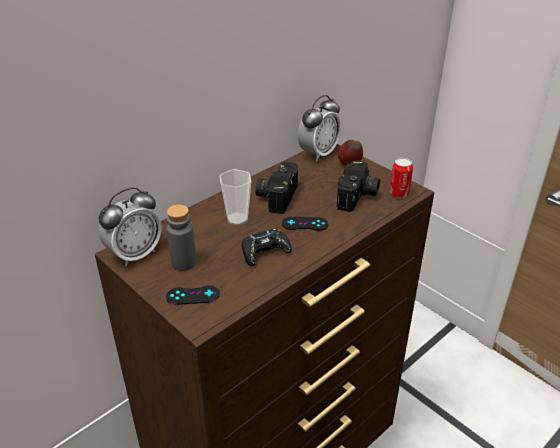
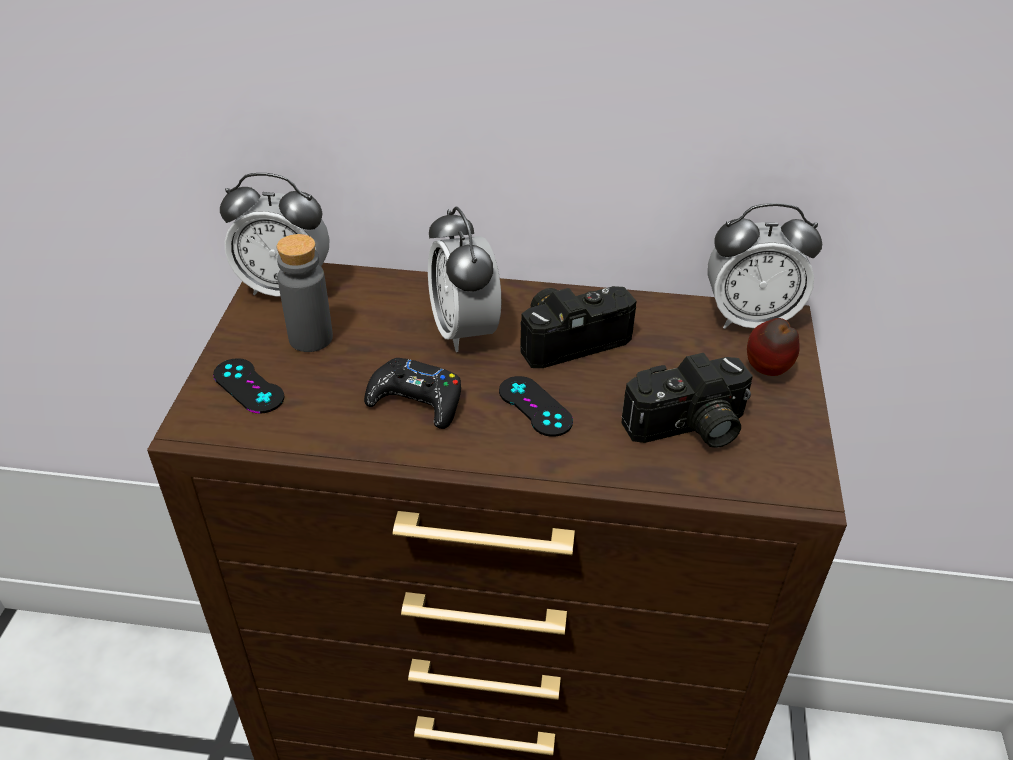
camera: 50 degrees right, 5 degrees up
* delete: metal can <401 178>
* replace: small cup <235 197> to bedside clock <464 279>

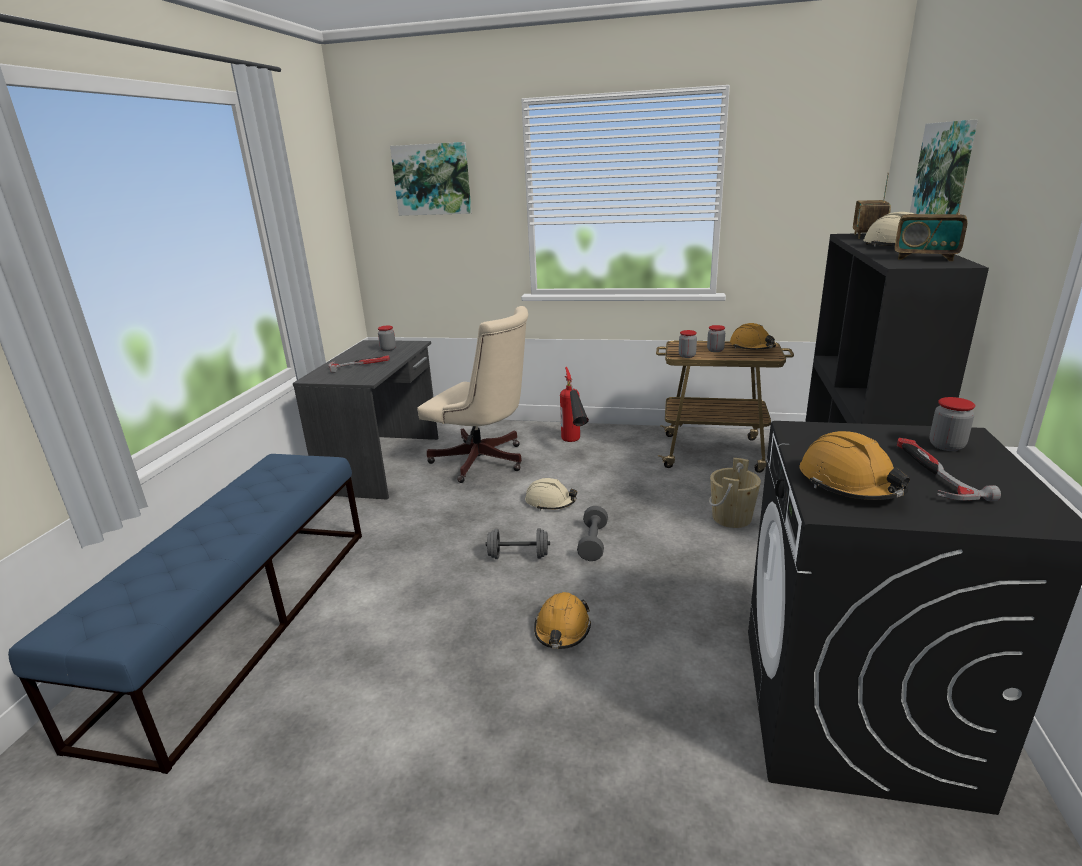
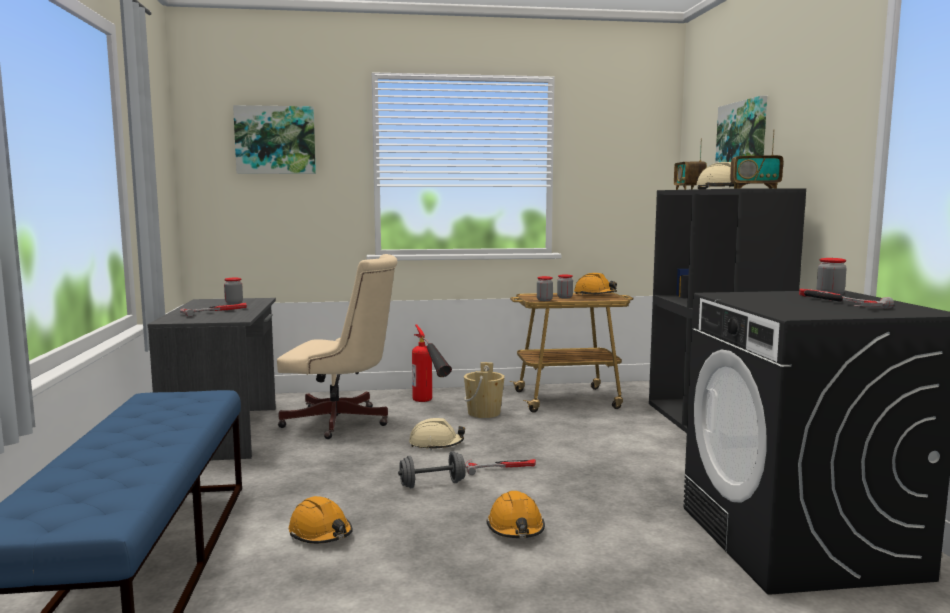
camera: 20 degrees left, 15 degrees down
* move: beige pail <735 493> to <484 390>
* move: orange safety helmet <854 465> to <321 520>
* replace: gray free weight <592 533> to hand hammer <500 467>

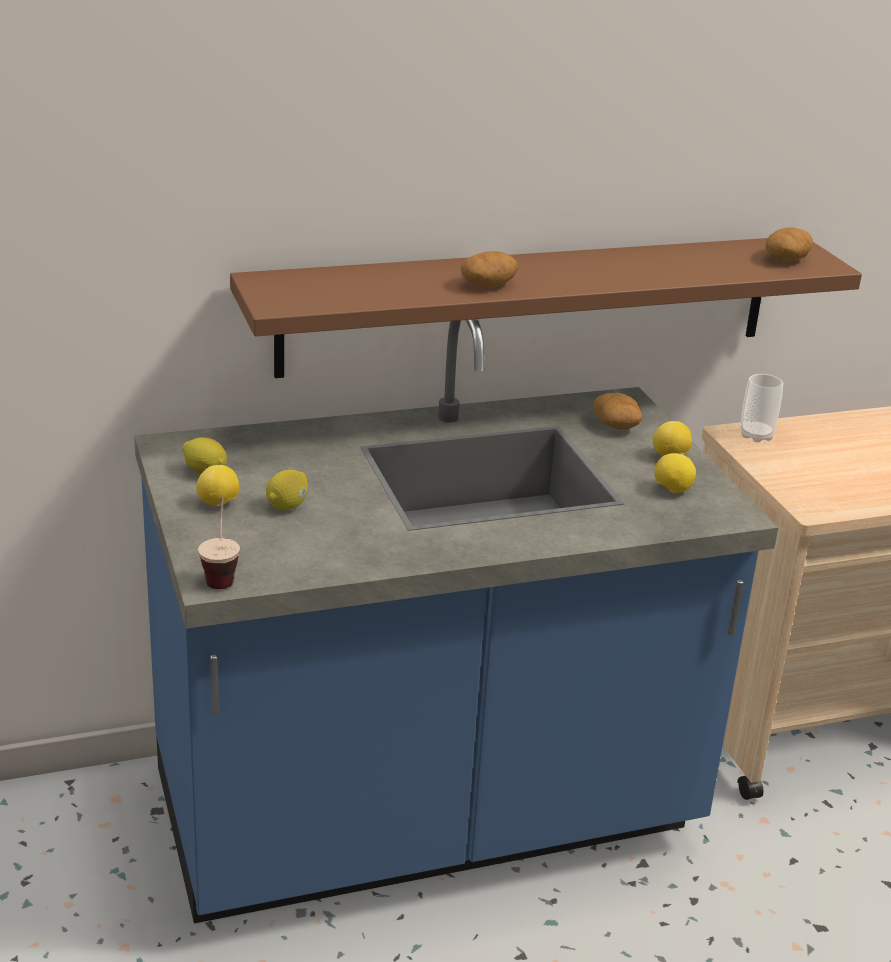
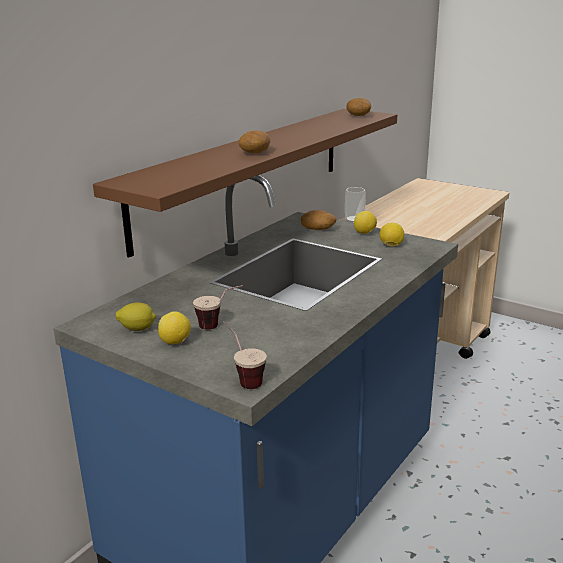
camera: 35 degrees left, 5 degrees down
* replace: whole lemon <287 490> to small cup <218 307>

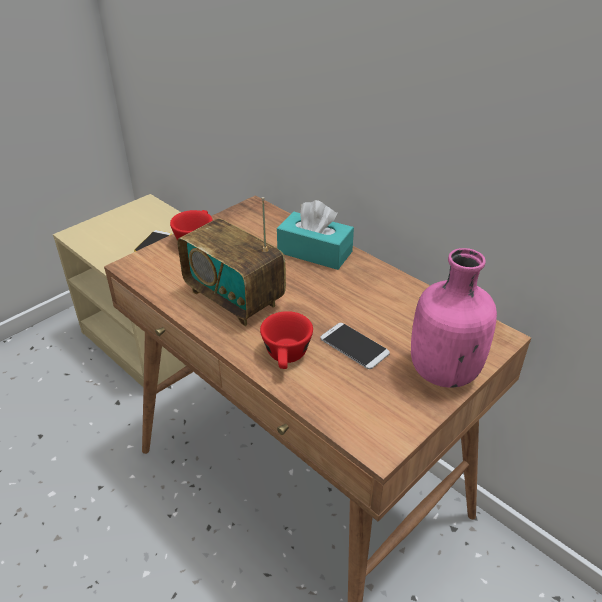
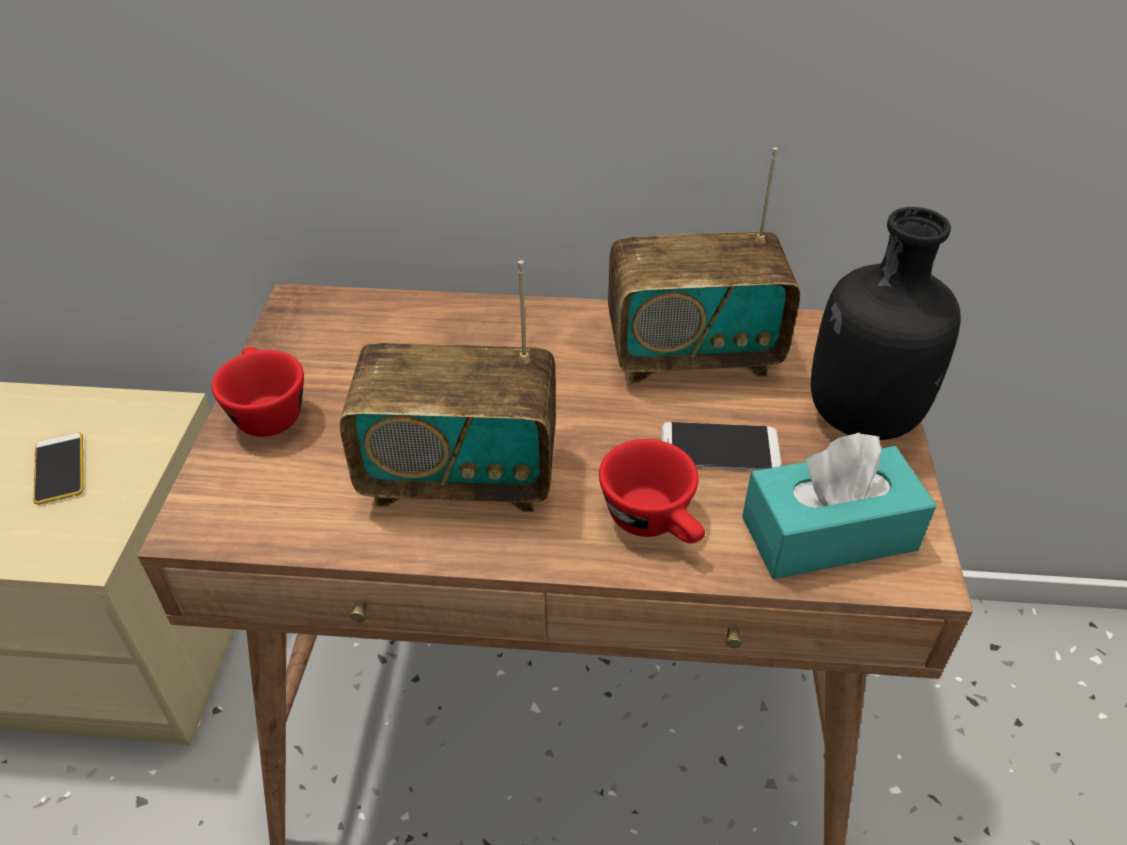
camera: 40 degrees left, 5 degrees up
* insert: radio set <704 265>
* move: blue-green tissue holder <315 235> to <839 505>
* recolor: pinkish drink bottle <454 318> to black-coloured drink bottle <886 323>

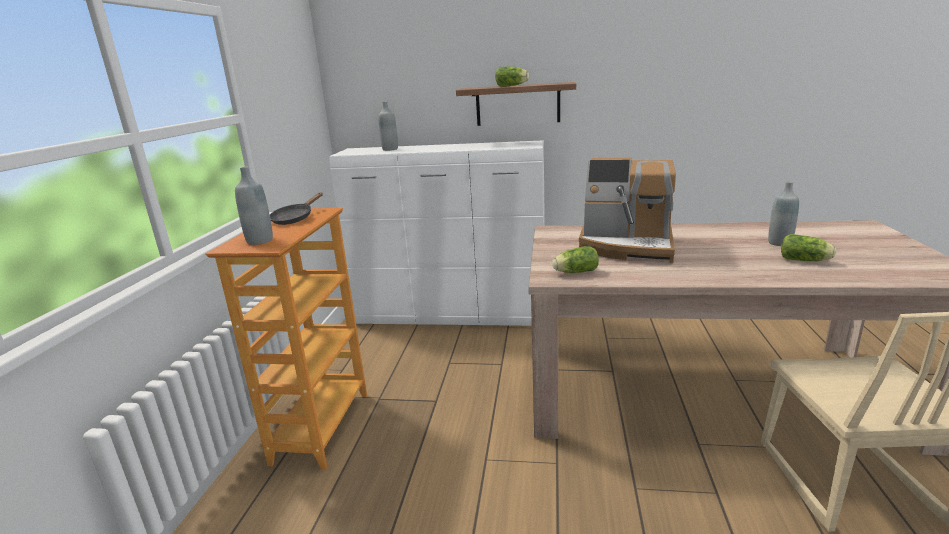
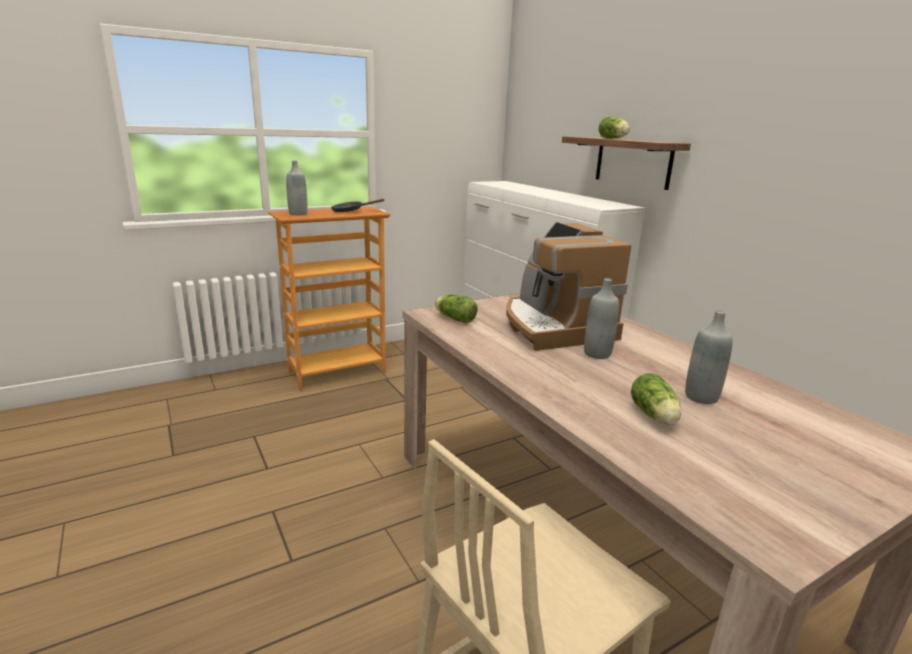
camera: 50 degrees right, 0 degrees up
* move: gray drink bottle <388 126> to <601 318>

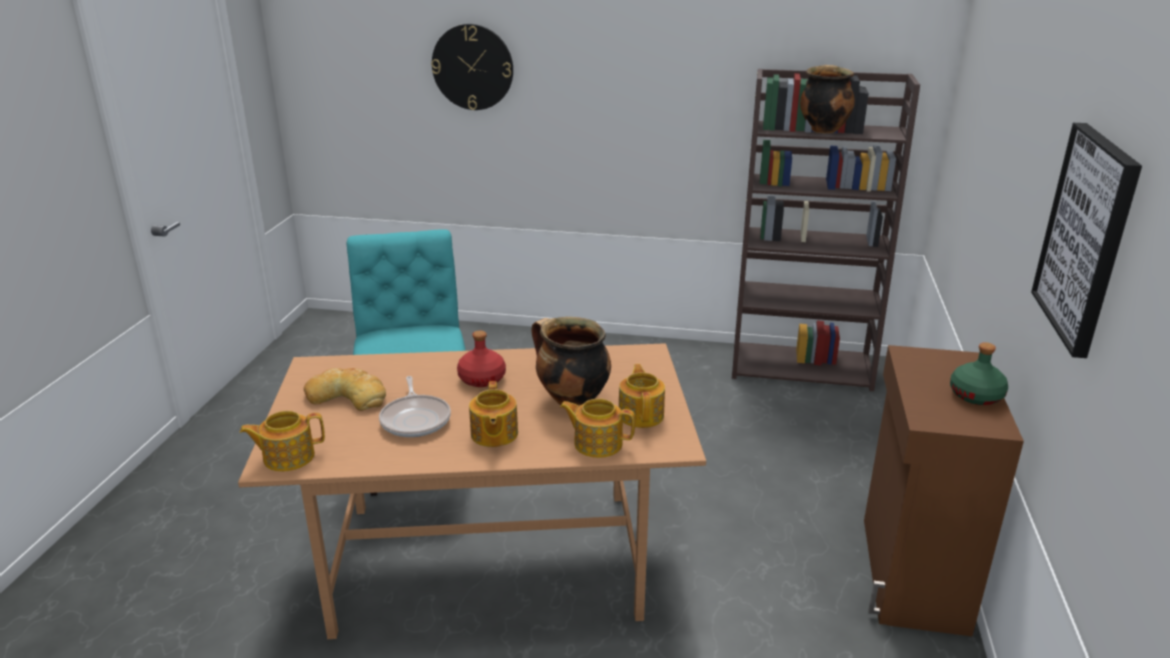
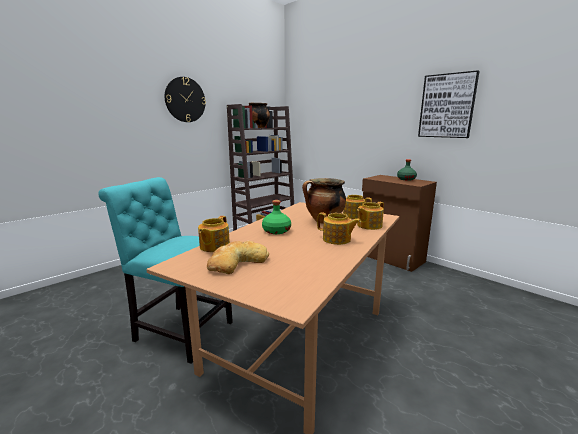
camera: 55 degrees left, 10 degrees down
* delete: pan <415 406>
* move: tea pot <282 441> to <214 234>
* move: clock on the wall <472 67> to <185 99>
* recolor: reddish drink bottle <481 358> to greenish drink bottle <276 217>

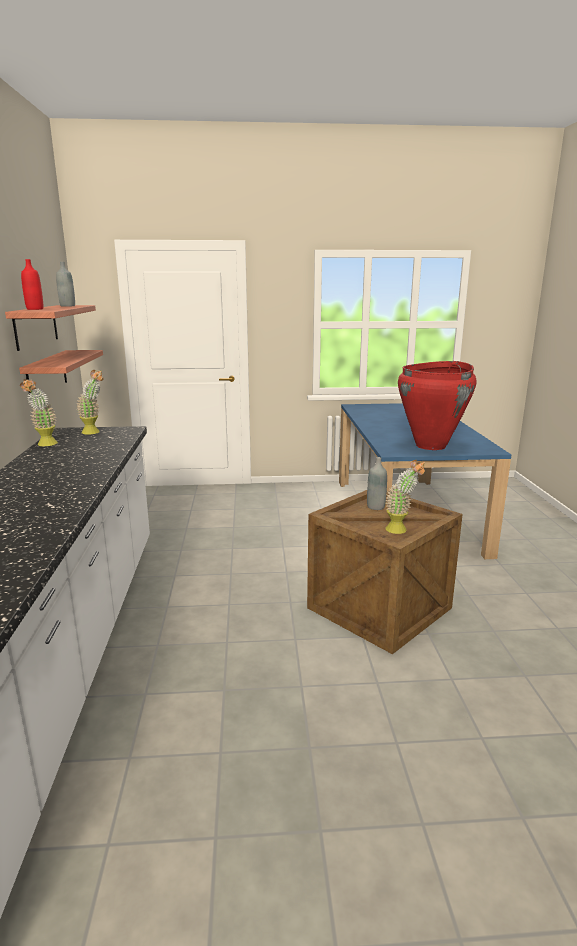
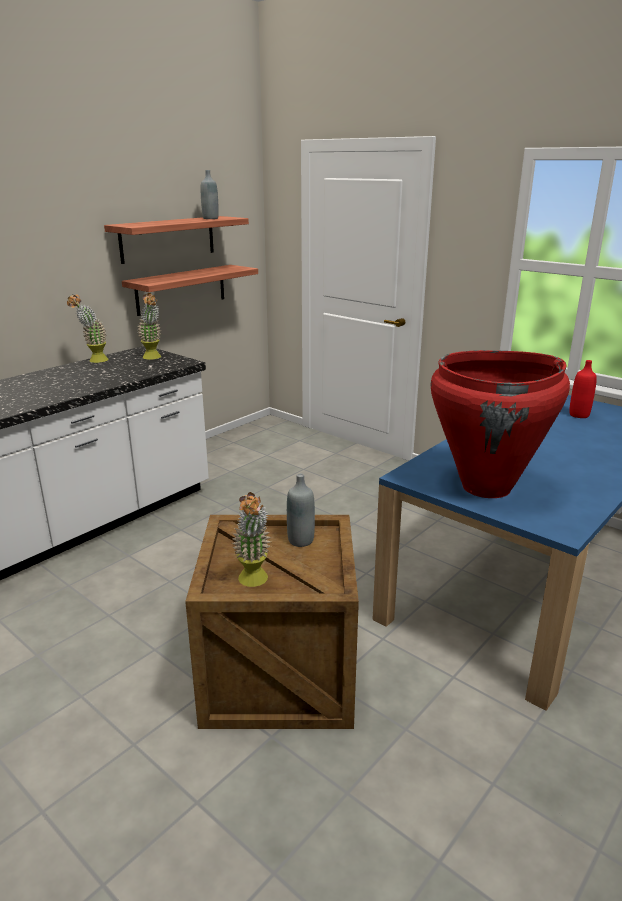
camera: 45 degrees right, 5 degrees up
* move: reddish drink bottle <32 284> to <583 389>

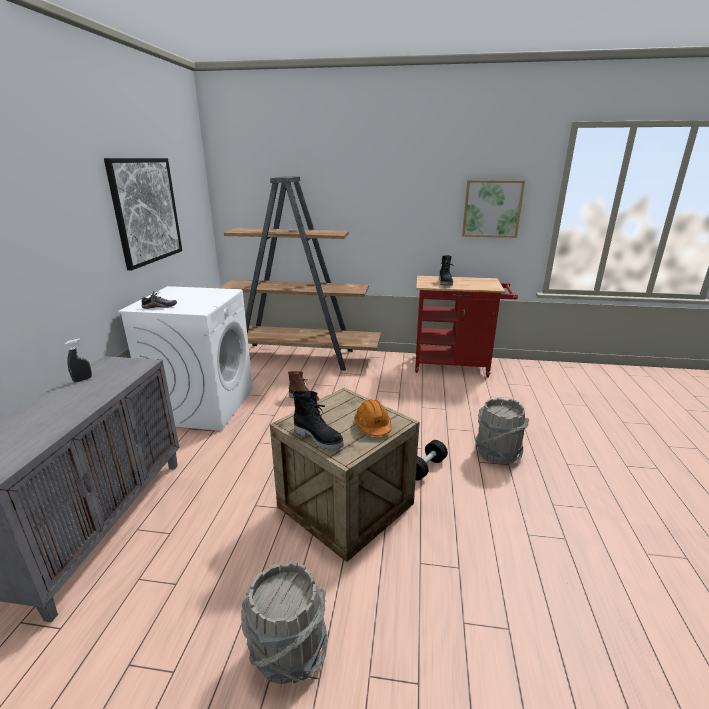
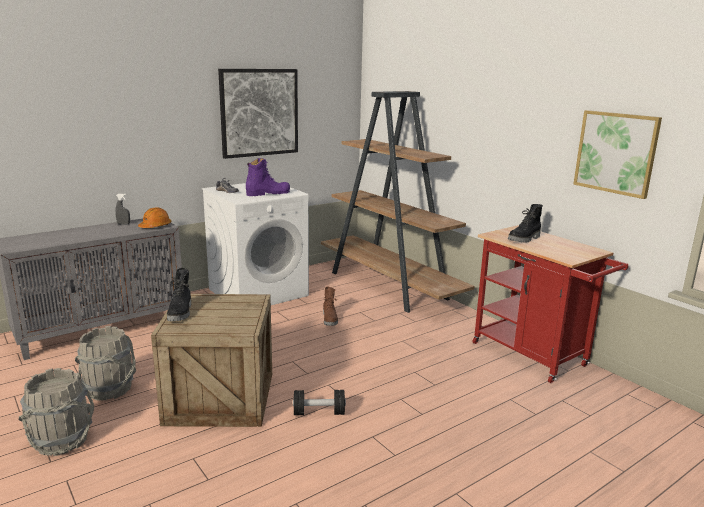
camera: 45 degrees right, 5 degrees down
* insert: purple-coloured high-top boot <268 177>
* move: orange safety helmet <373 418> to <155 218>
* move: gray pail <502 431> to <105 363>

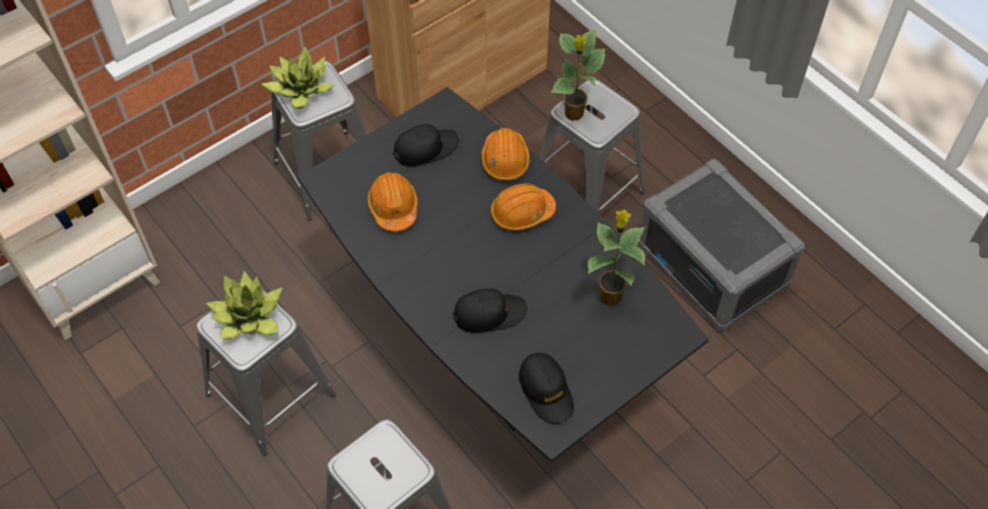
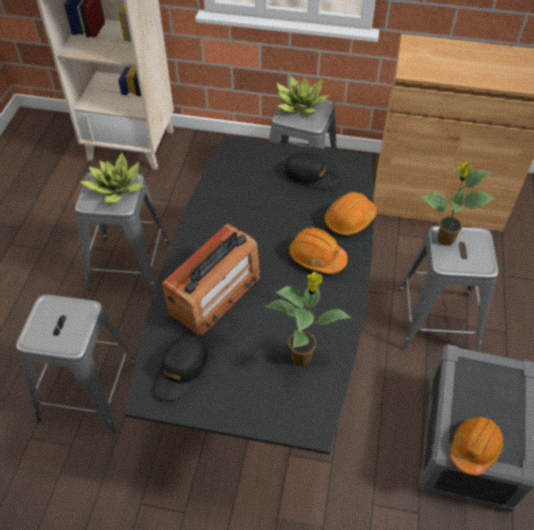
camera: 50 degrees right, 5 degrees down
* move: orange safety helmet <393 202> to <477 446>
* replace: black-coloured cap <490 310> to radio set <211 279>

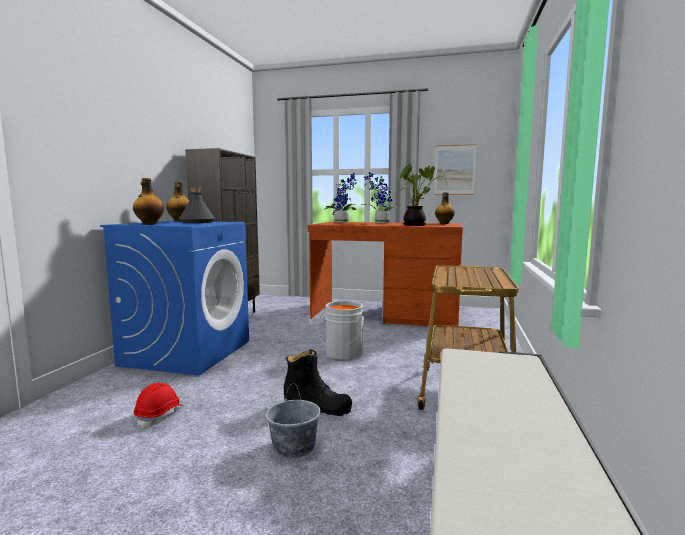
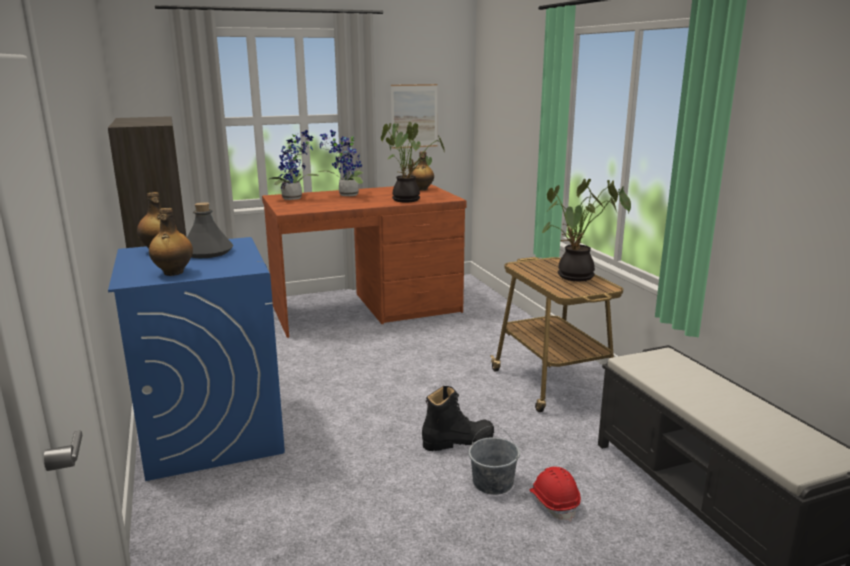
camera: 35 degrees left, 10 degrees up
* delete: gray pail <340 330>
* insert: plant in a pot <586 230>
* move: reddish safety helmet <159 405> to <555 494>

